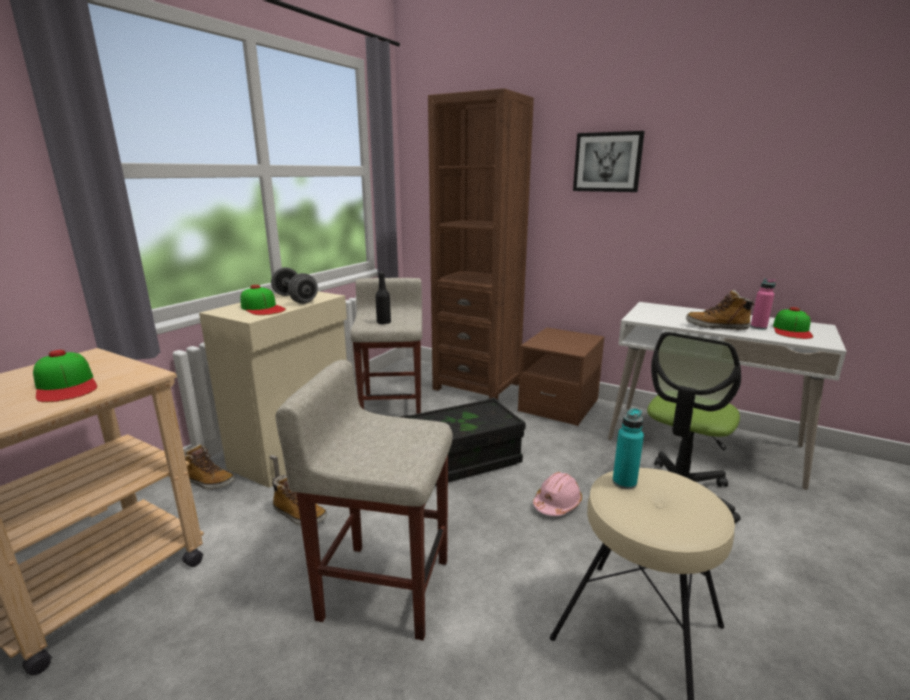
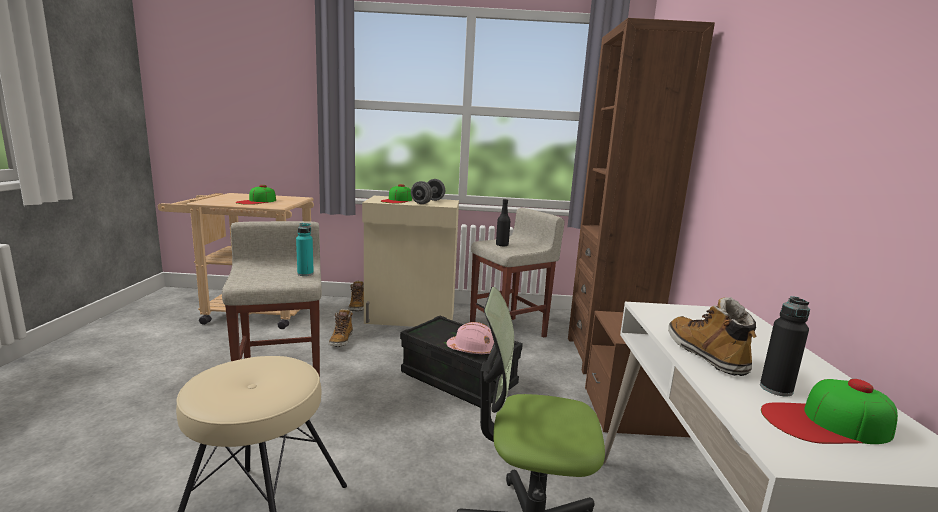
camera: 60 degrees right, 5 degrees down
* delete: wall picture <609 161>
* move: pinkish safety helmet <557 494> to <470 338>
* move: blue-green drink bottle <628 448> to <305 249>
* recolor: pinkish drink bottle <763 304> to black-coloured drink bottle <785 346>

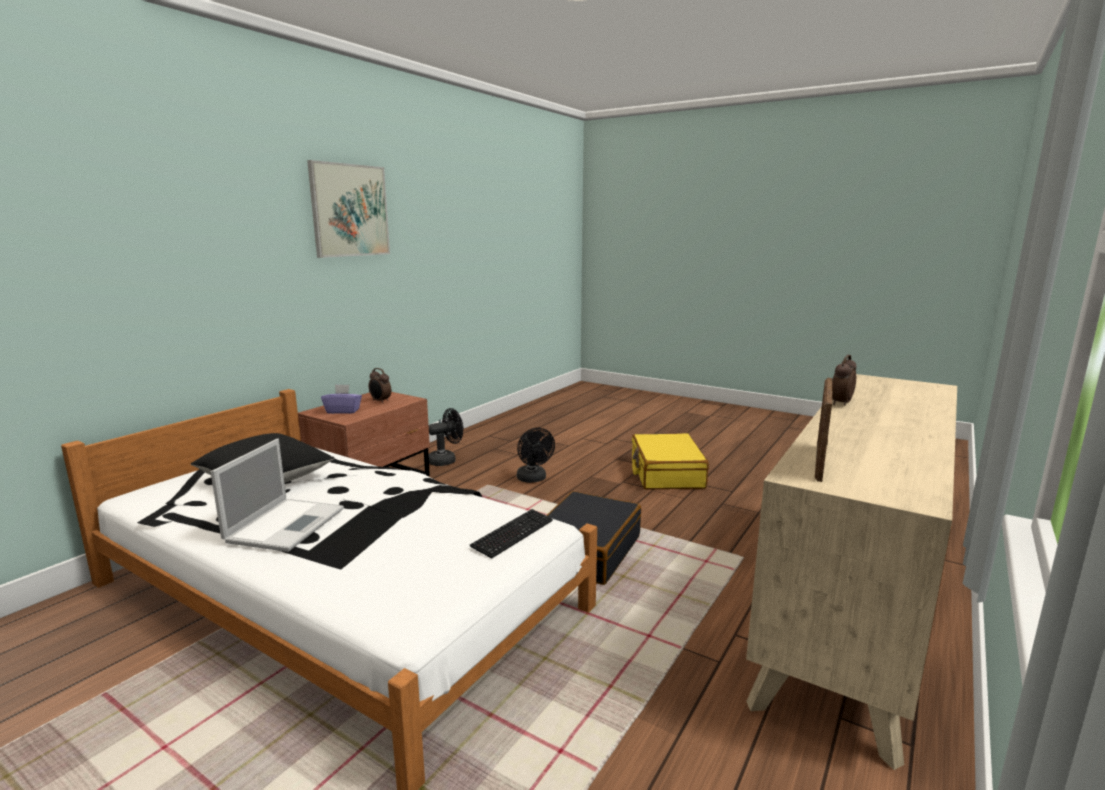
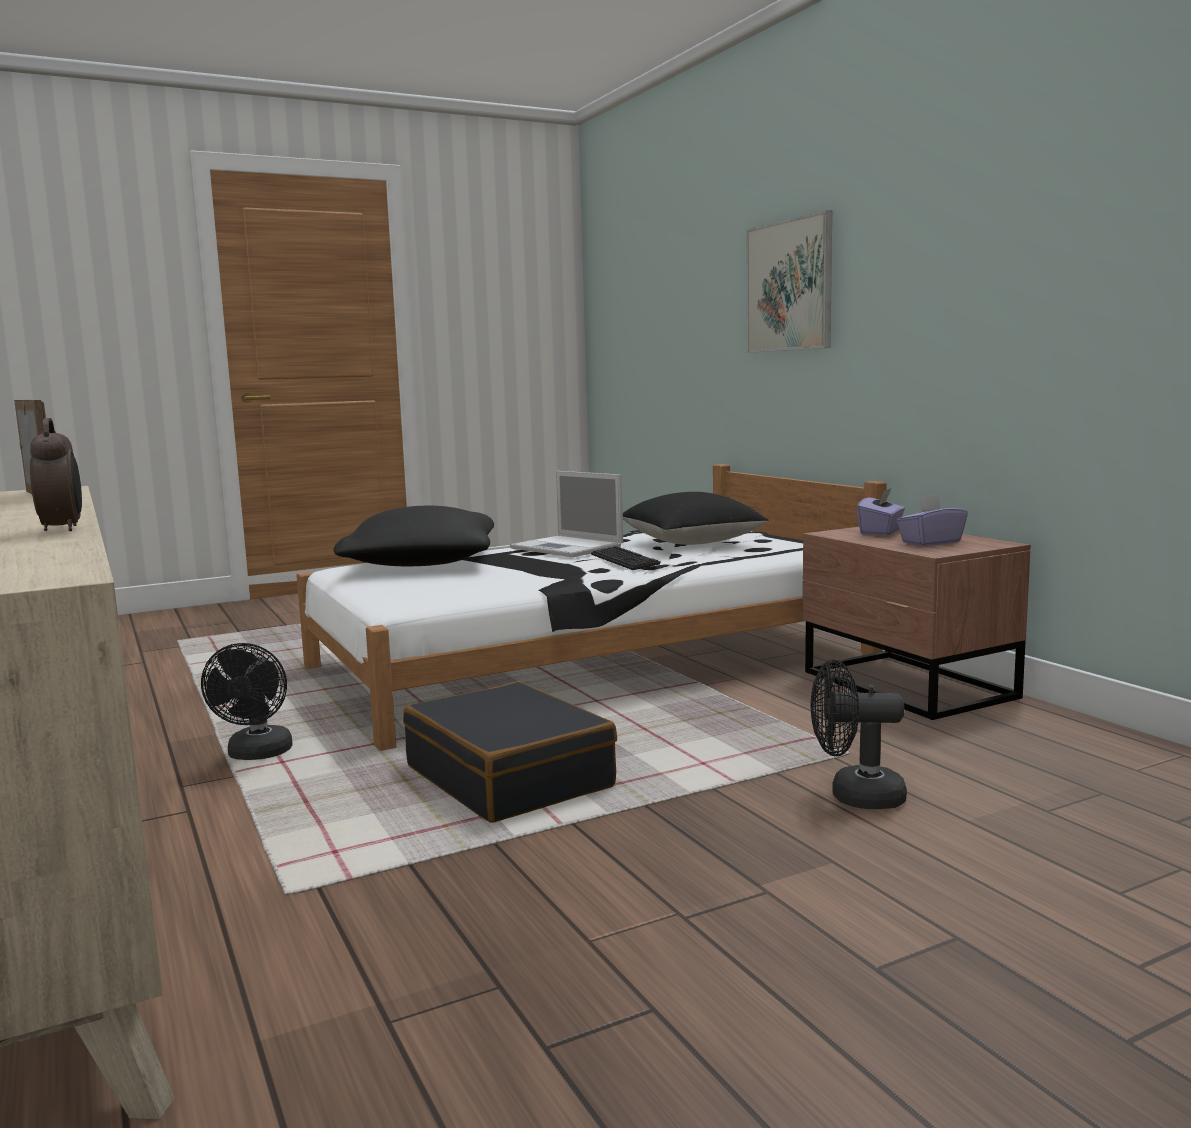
camera: 120 degrees right, 5 degrees down
* delete: yellow-coloured suitcase <670 461>
* insert: black-coloured cushion <414 536>
* move: wall picture <348 209> to <789 281>
* move: black-coloured electric fan <446 437> to <247 701>
* move: PC keyboard <511 533> to <626 558>
* replace: bedside clock <380 385> to purple-coloured tissue holder <932 520>

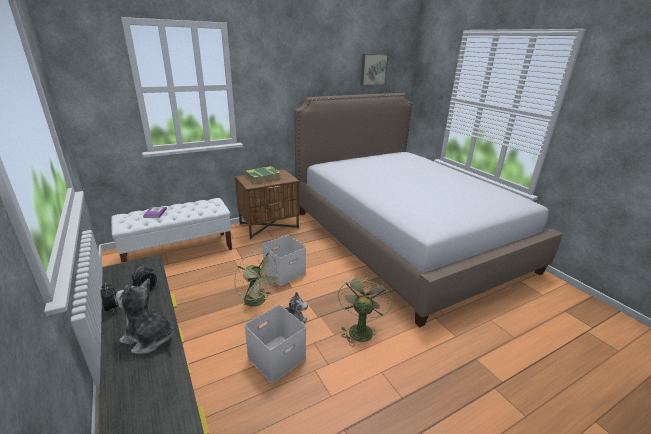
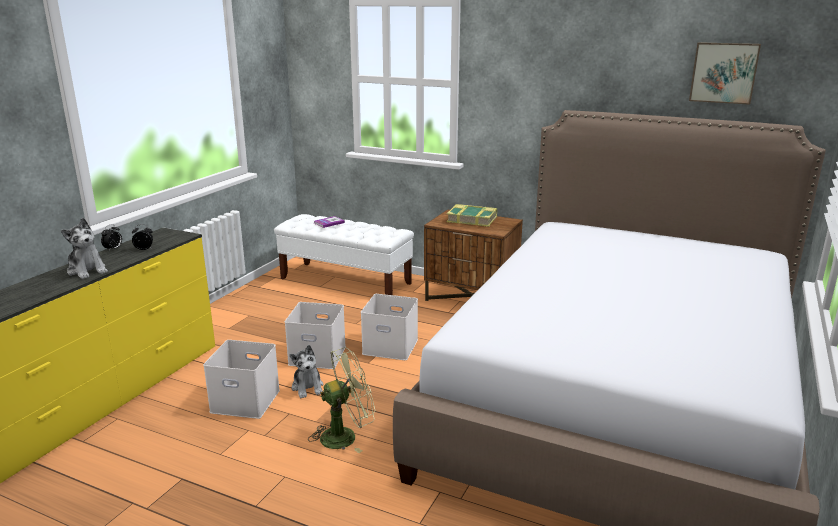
camera: 55 degrees right, 5 degrees down
* replace: greenish electric fan <258 282> to white storage container <315 335>
* rotate: plush toy <145 316> = <84 248> 150 degrees clockwise

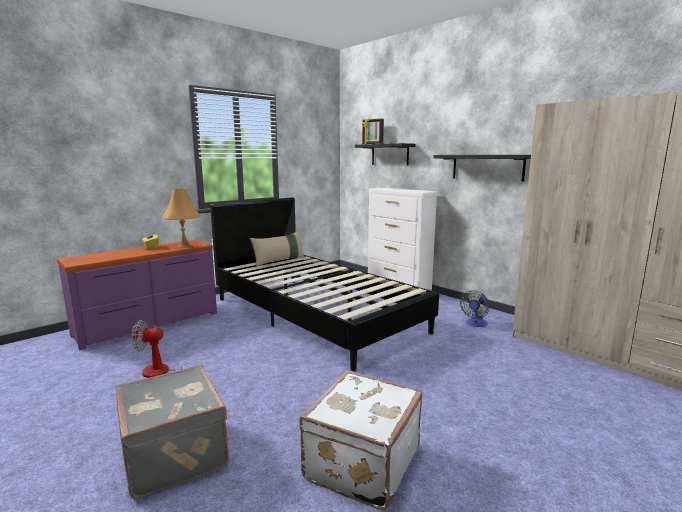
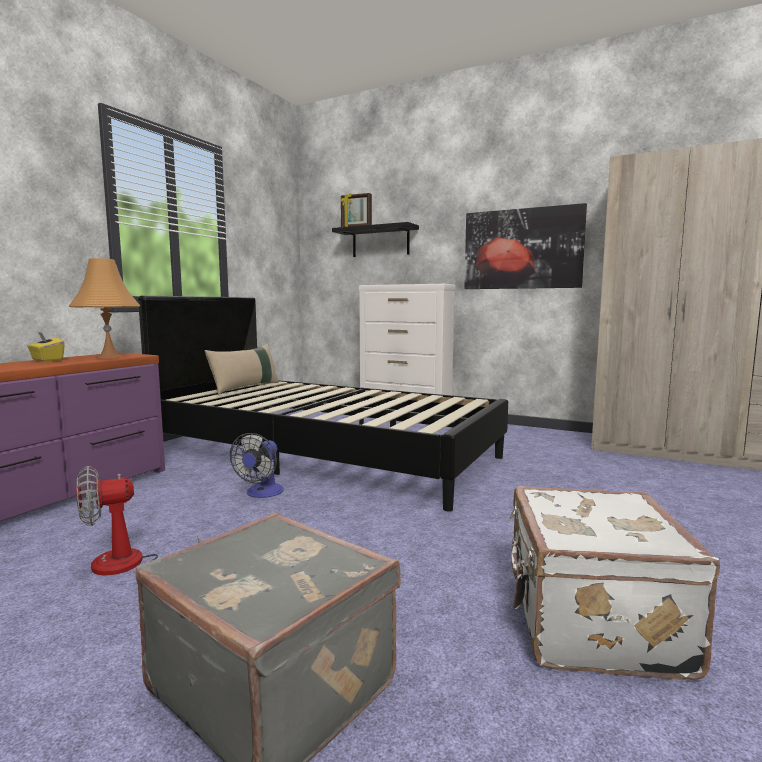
camera: 20 degrees left, 5 degrees down
* move: electric fan <475 309> to <257 465>
* replace: black-coloured wall shelf <482 168> to wall picture <525 246>

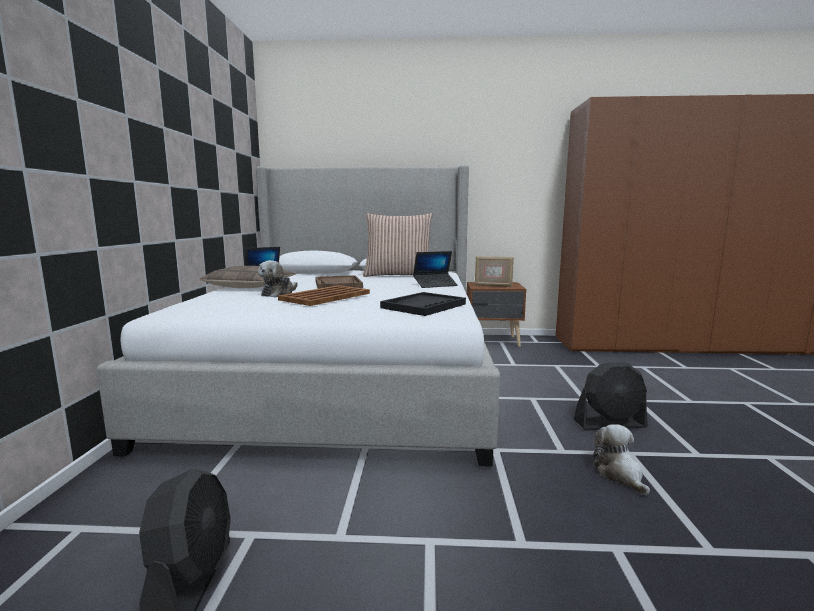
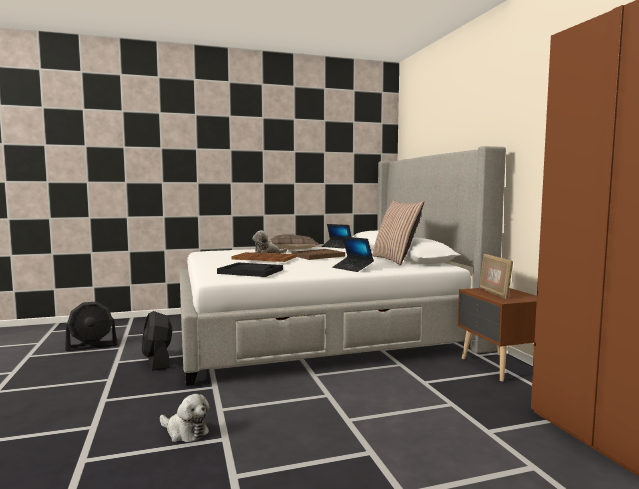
camera: 70 degrees right, 5 degrees down
* move: black-coloured electric fan <611 396> to <157 341>
* rotate: plush toy <621 460> = <184 418> 60 degrees clockwise

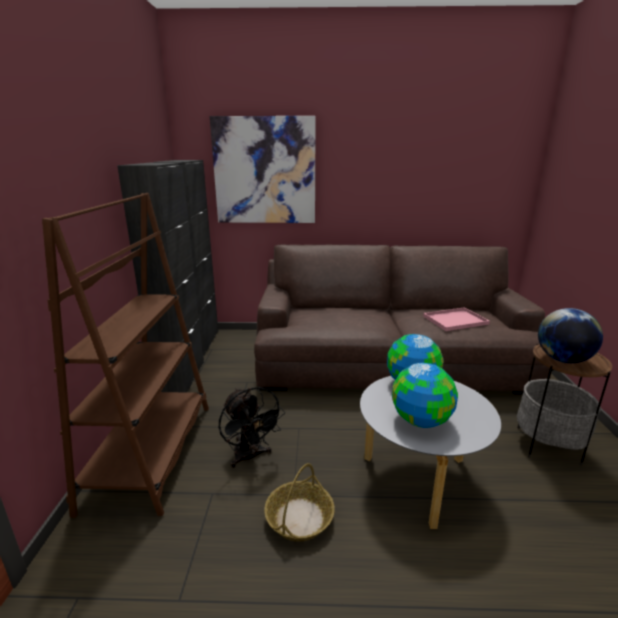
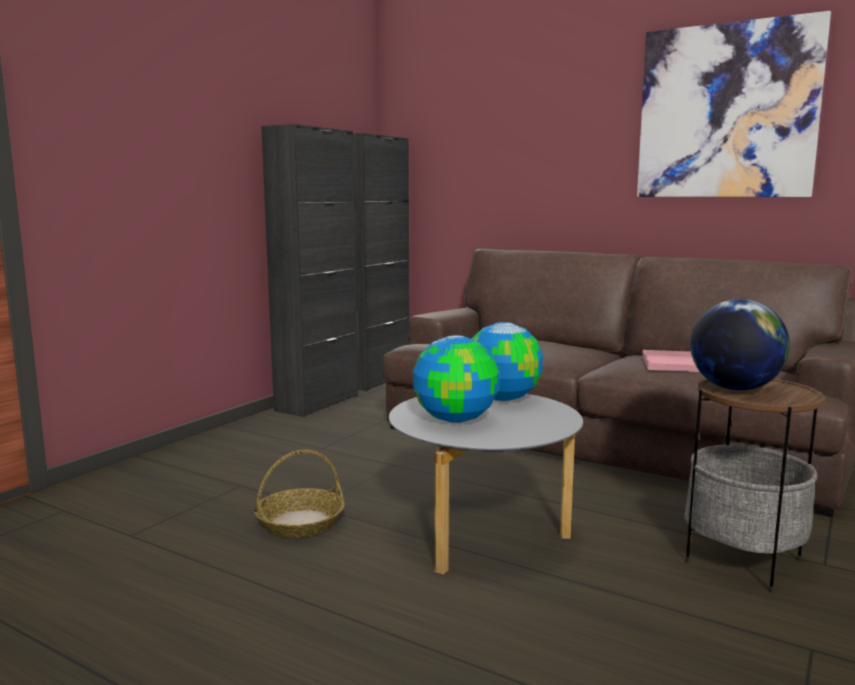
camera: 30 degrees right, 10 degrees down
* delete: brownish bookshelf <125 355>
* delete: black-coloured electric fan <252 427>
* move: wall picture <263 169> to <734 104>

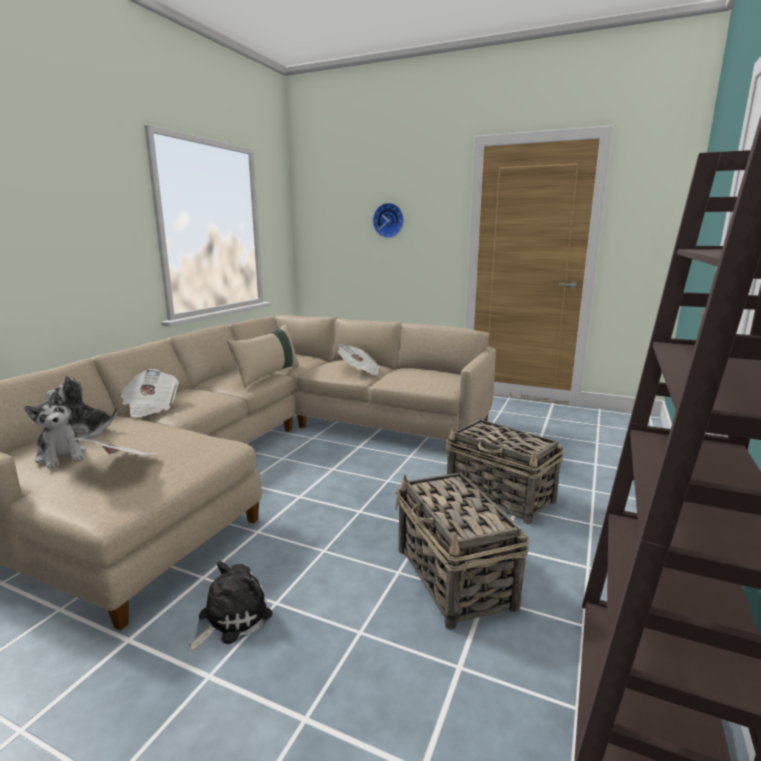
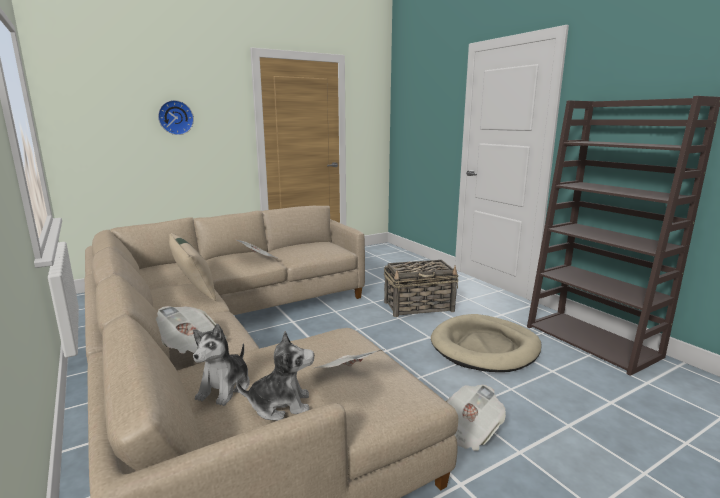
camera: 55 degrees left, 0 degrees up
* replace: plush toy <230 606> to newspaper <476 418>
* replace: basket <462 550> to beige dog bed <486 343>

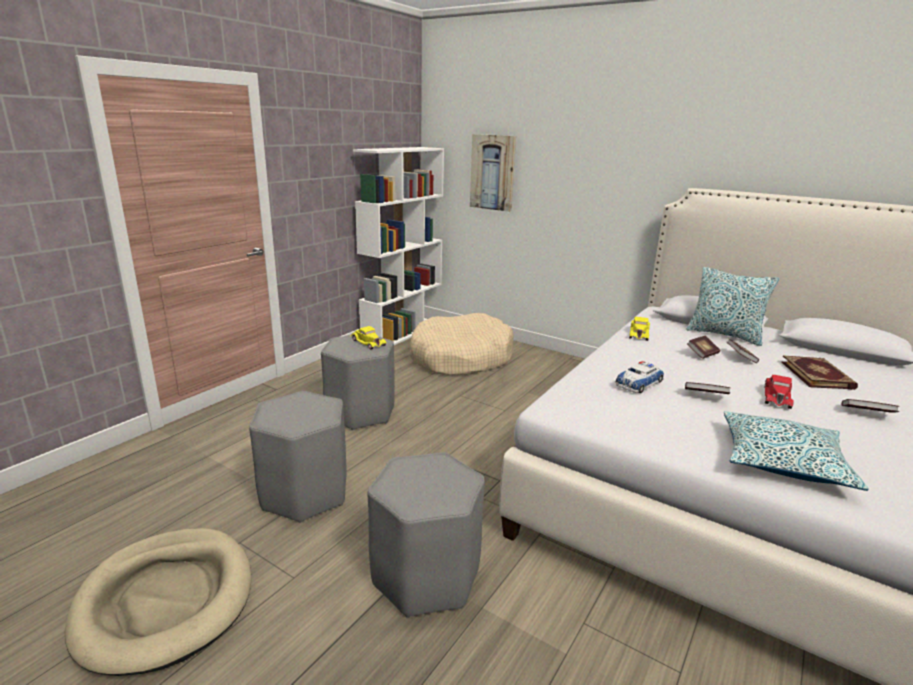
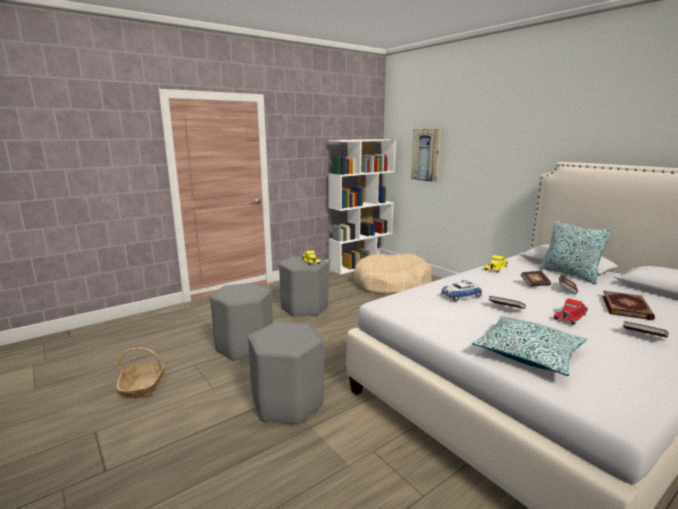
camera: 20 degrees right, 5 degrees down
* replace: beige dog bed <158 602> to basket <141 372>

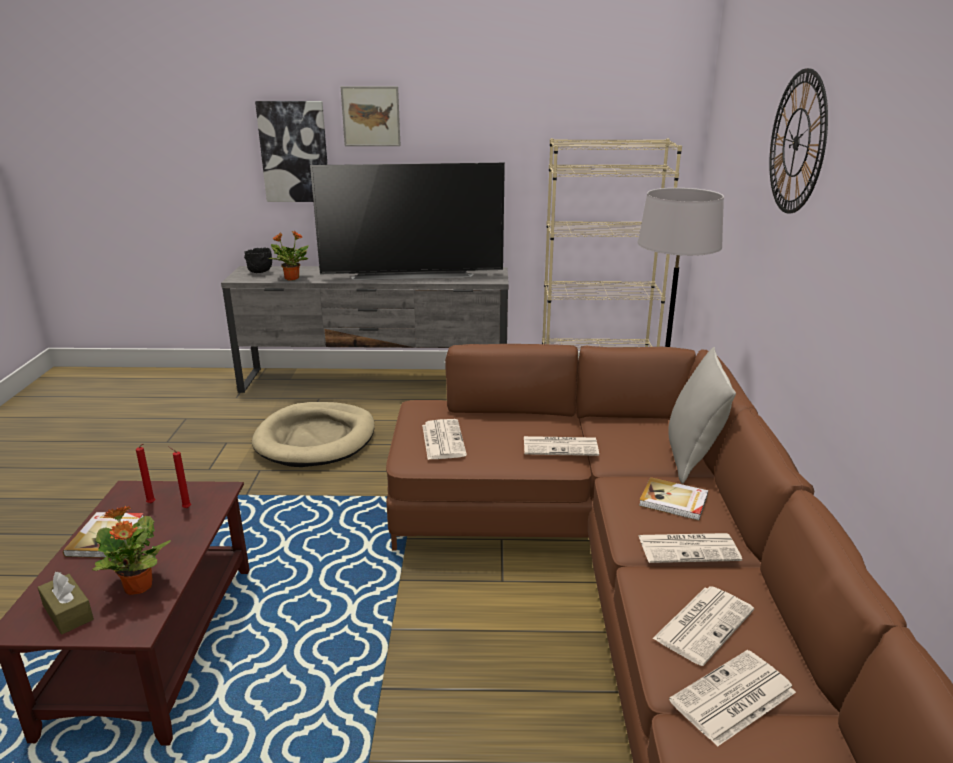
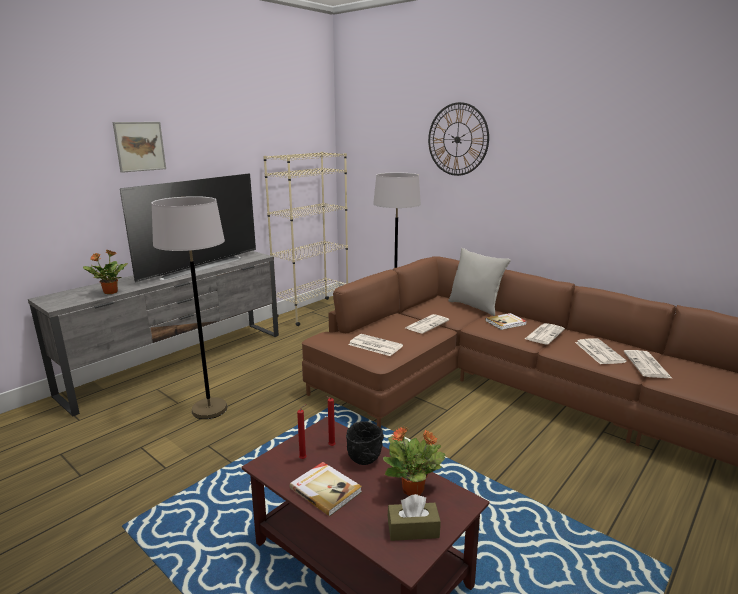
camera: 50 degrees left, 5 degrees down
* delete: wall picture <291 151>
* move: black-coloured serving bowl <258 260> to <365 443>
* replace: beige dog bed <313 434> to gray standing lamp <189 307>

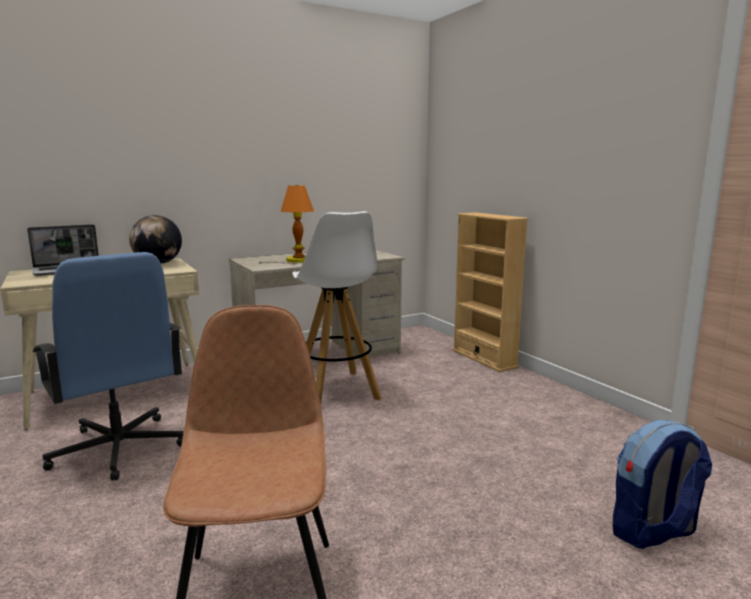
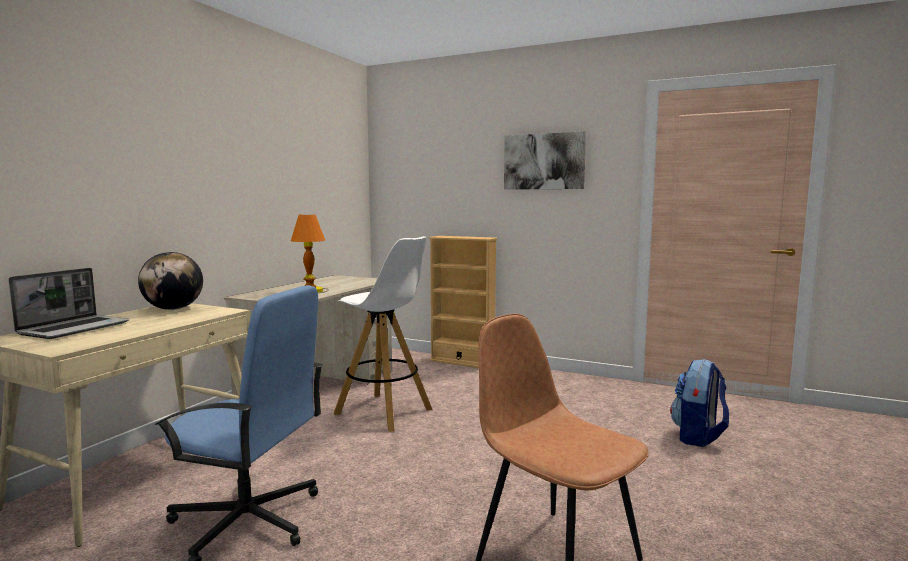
camera: 35 degrees left, 5 degrees down
* insert: wall picture <545 160>

